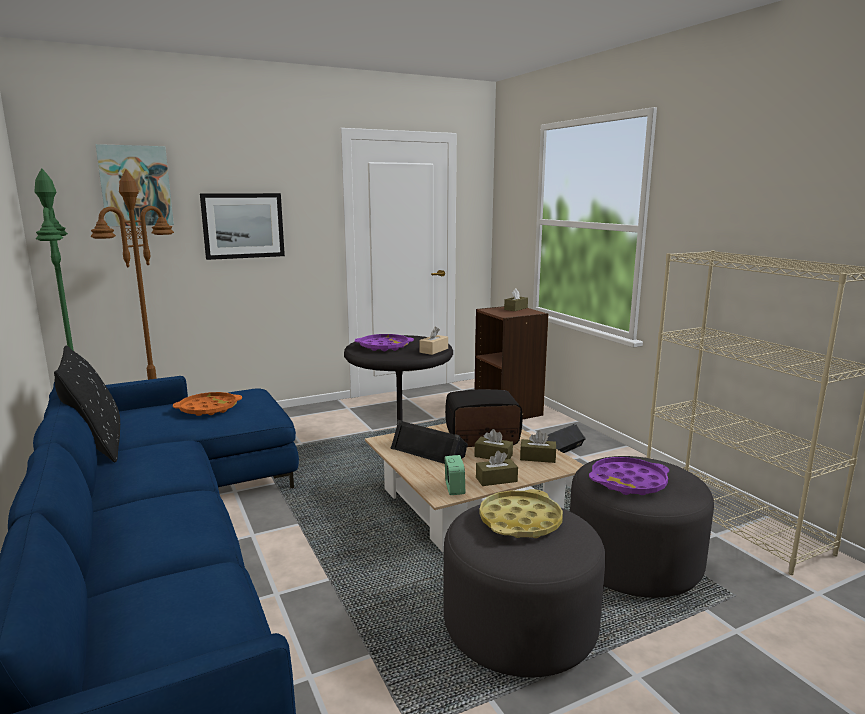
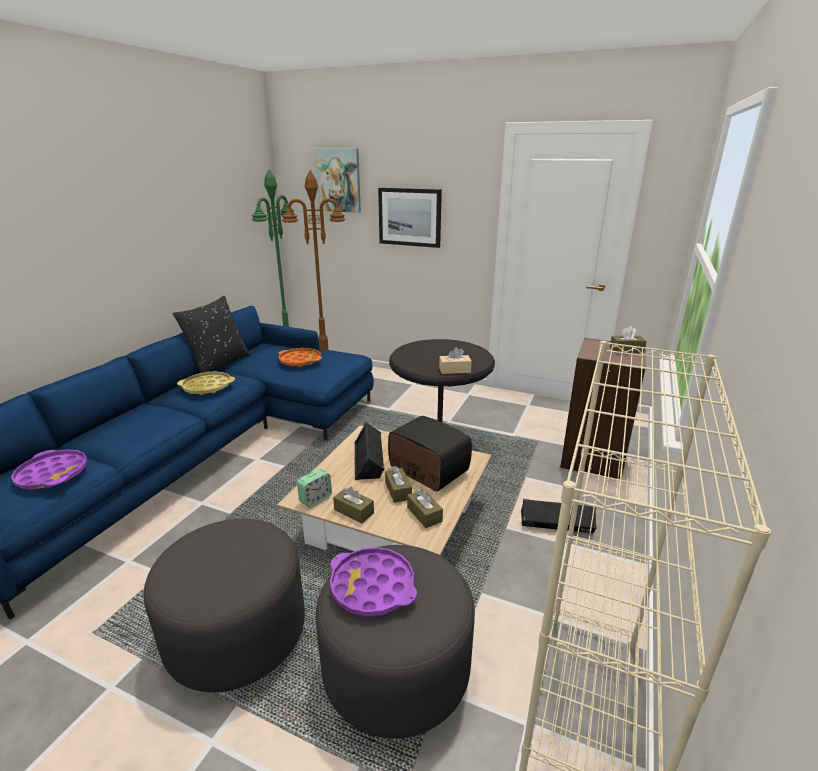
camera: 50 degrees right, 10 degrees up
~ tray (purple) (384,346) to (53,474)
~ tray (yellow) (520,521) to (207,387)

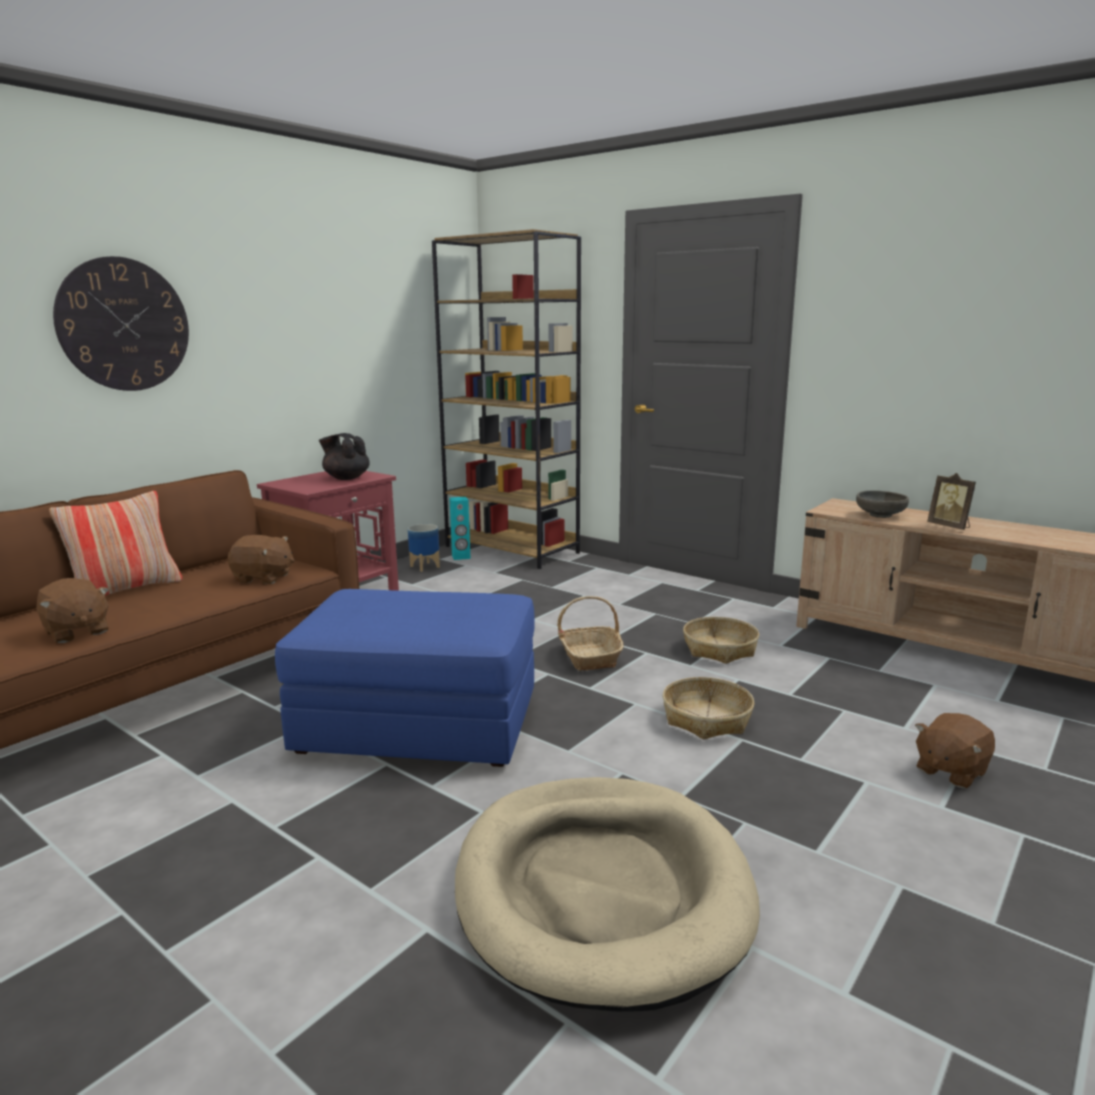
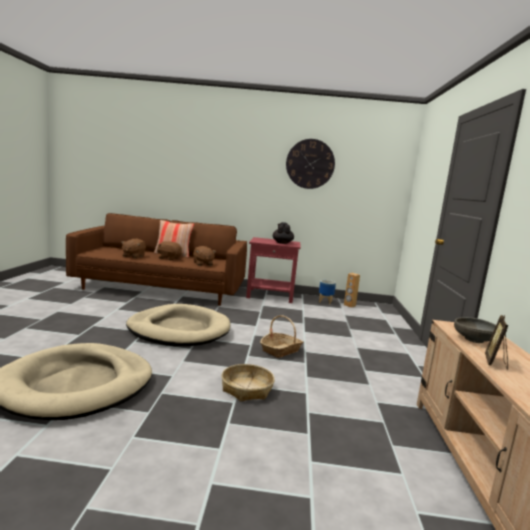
camera: 55 degrees right, 5 degrees down
- bookcase (brown) (512,549)
~ wall clock (124,325) to (310,164)
~ speaker (turquoise) (461,557) to speaker (brown) (349,305)
~ ottoman (blue) (417,723) to dog bed (beige) (179,330)
- basket (720,649)
~ plush toy (brown) (950,771) to (169,258)

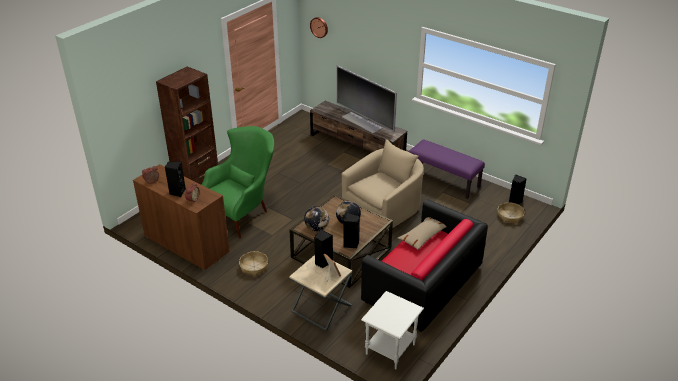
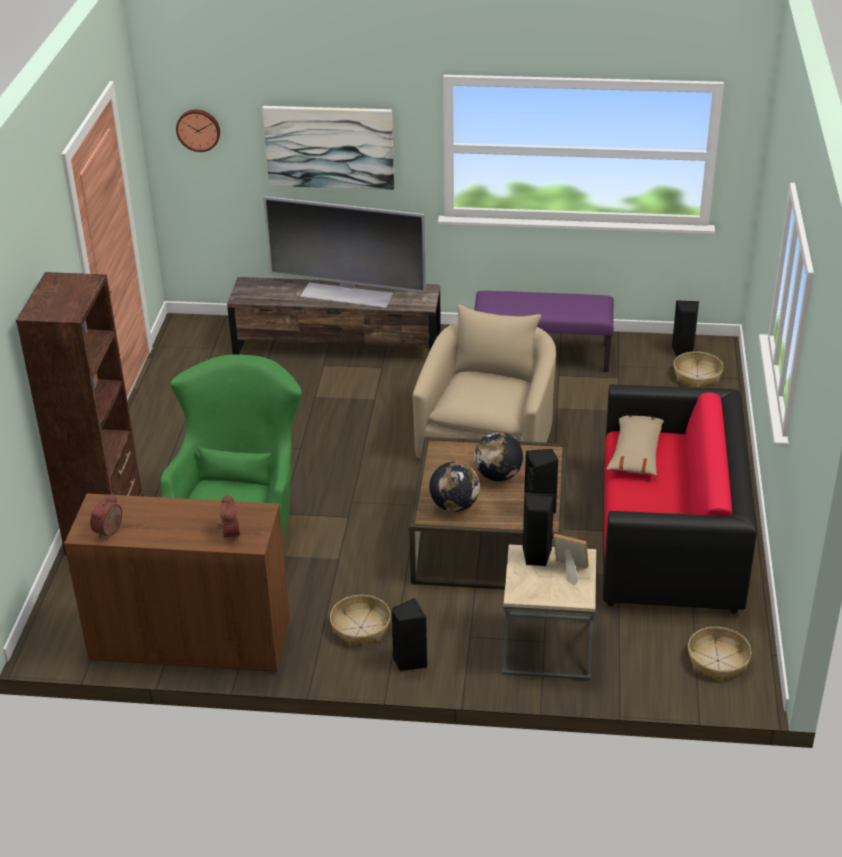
camera: 30 degrees left, 0 degrees up
~ speaker (black) (177,192) to (409,661)
~ side table (white) (390,349) to basket (717,660)
+ picture (329,147)

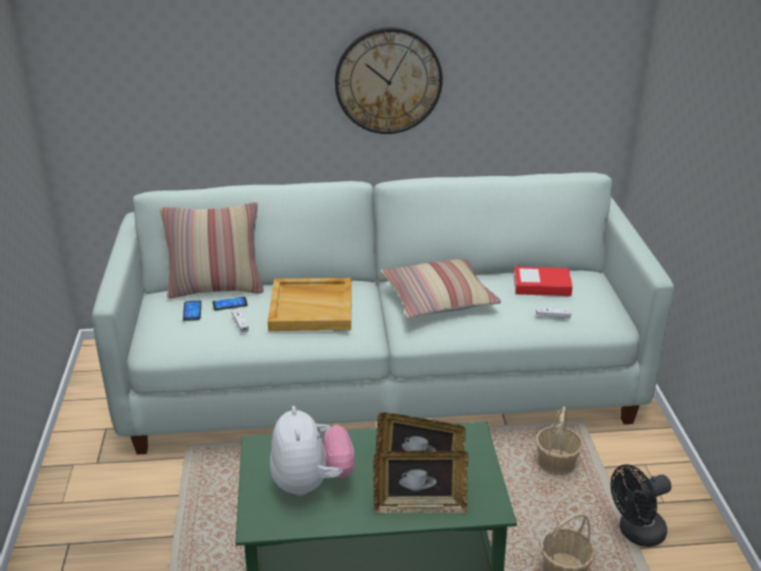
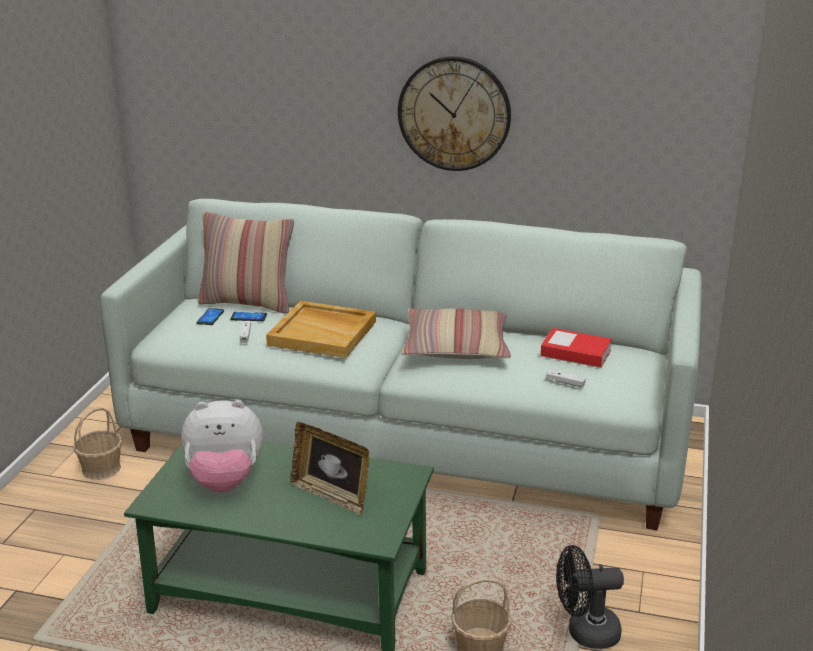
camera: 20 degrees right, 5 degrees down
~ plush toy (311,483) = (224,481) 75 degrees clockwise
~ basket (556,464) to (101,468)
- picture frame (419,506)

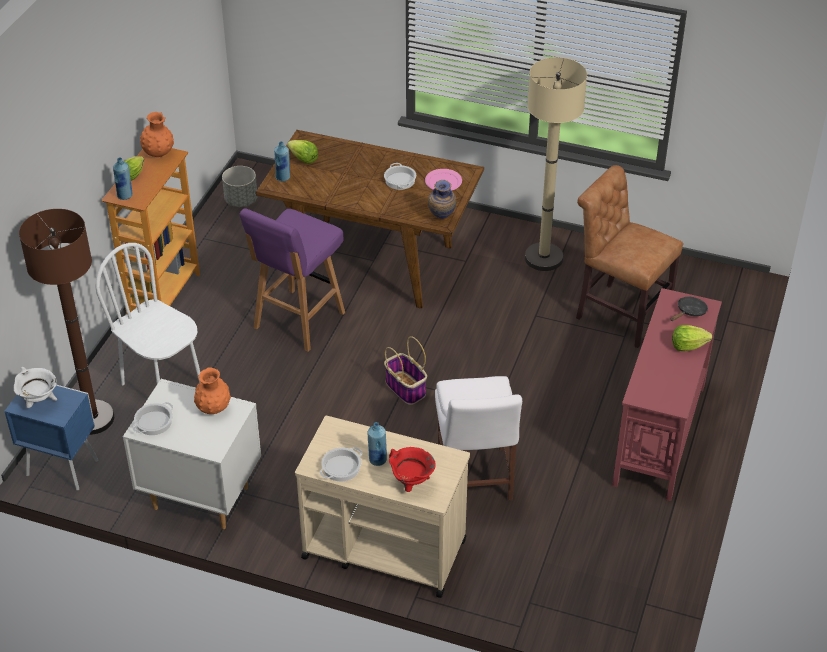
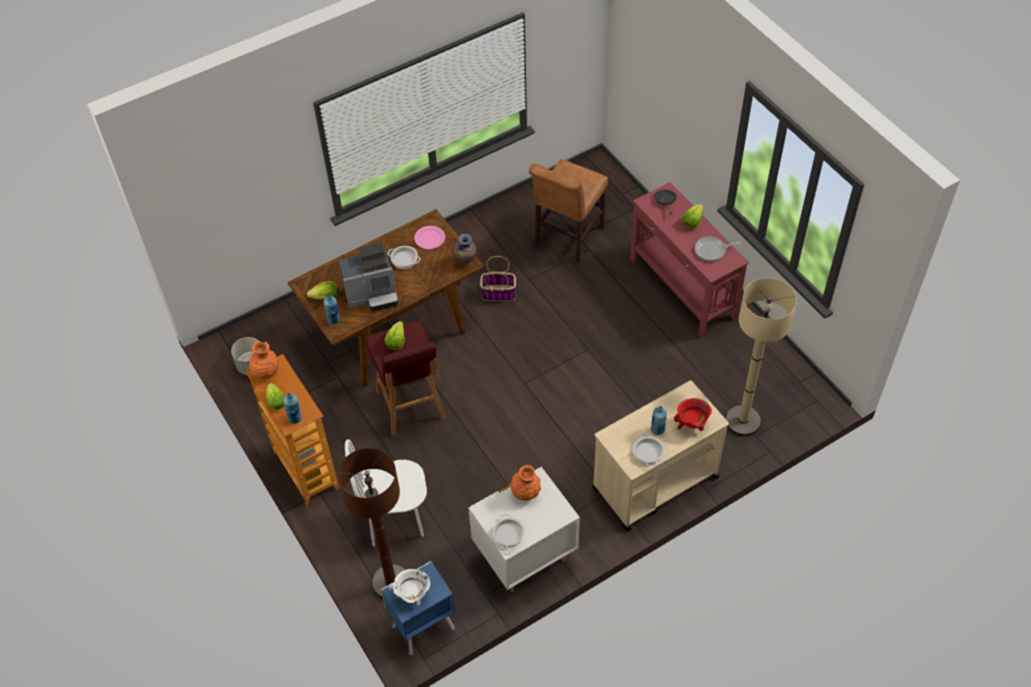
camera: 50 degrees left, 10 degrees up
~ floor lamp (beige) (543,258) to (742,421)
~ chair (brown) (618,313) = (567,238) 45 degrees counterclockwise
~ stool (purple) (297,321) to stool (red) (411,407)
~ basket (406,388) to (499,293)
- chair (white) (474,479)
+ frying pan (712,250)
+ coffee machine (373,295)
+ lettuce (396,341)

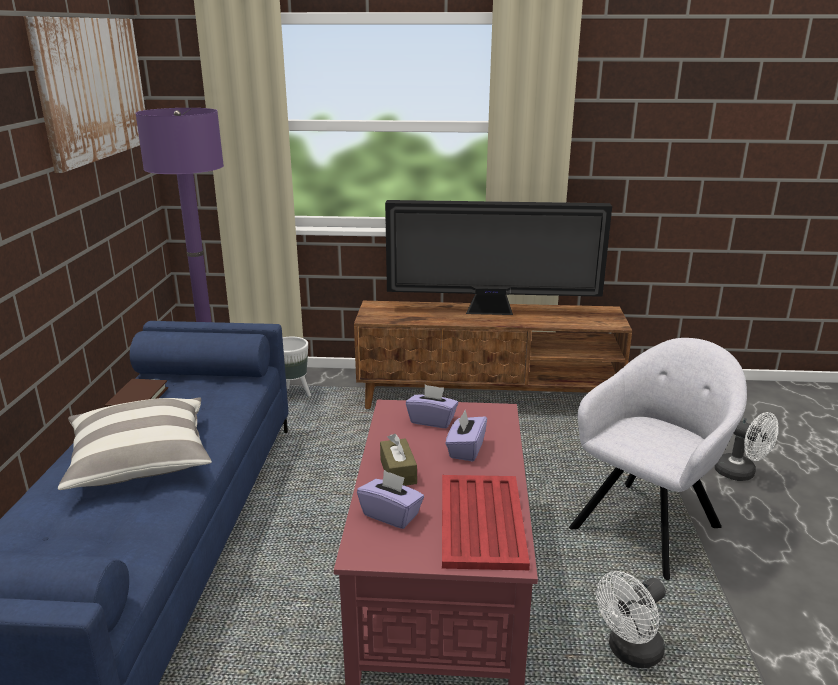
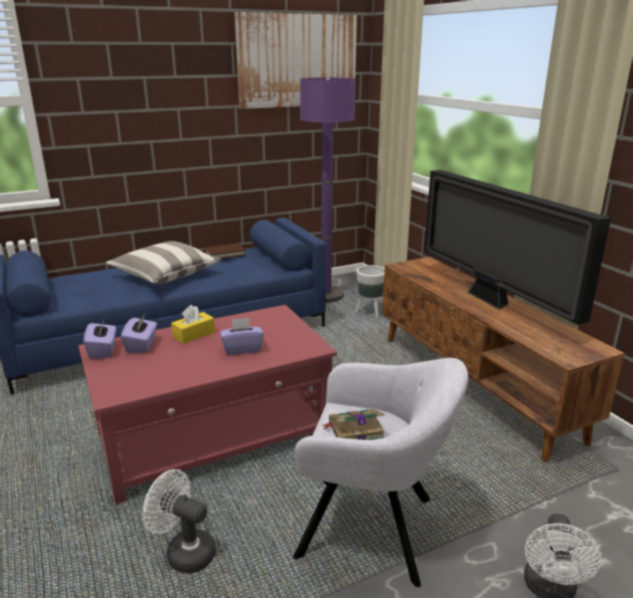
camera: 60 degrees right, 0 degrees up
~ tissue box (purple) (432,420) to (103,350)
~ tissue box (brown) (398,471) to tissue box (yellow) (194,334)
- tray (red) (481,522)
+ book (354,430)

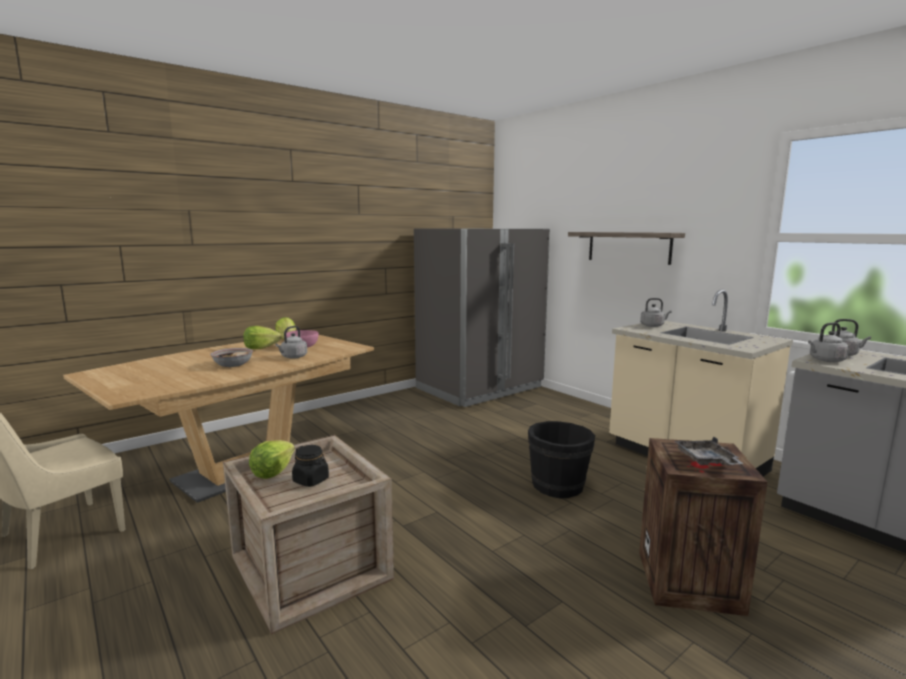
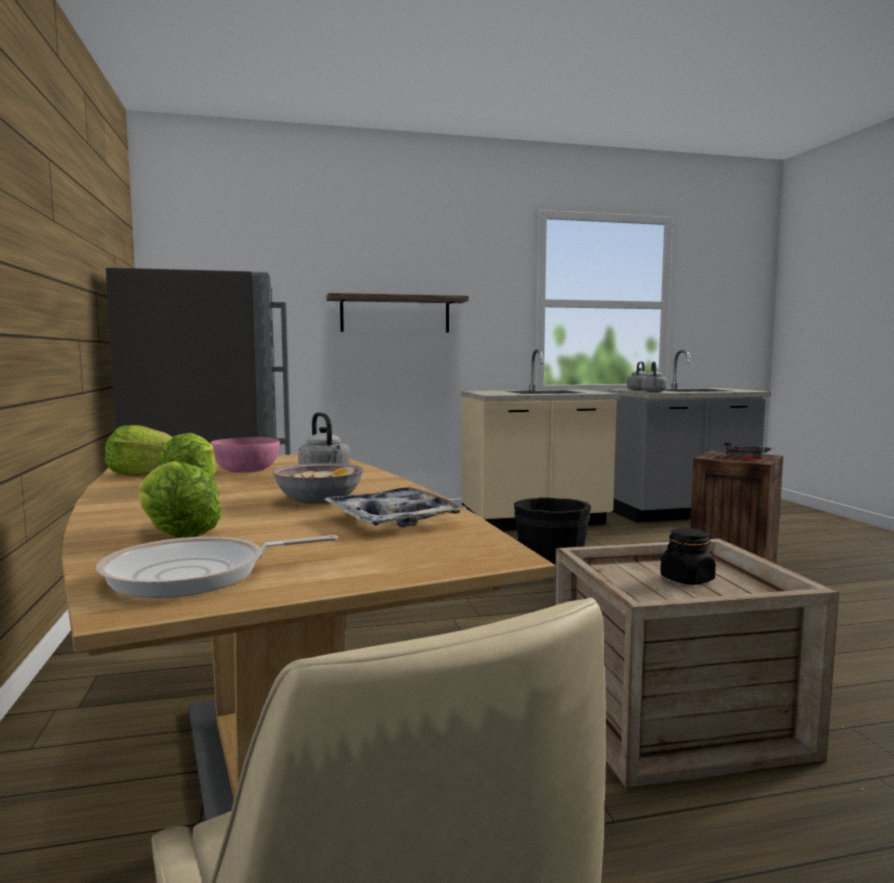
camera: 65 degrees left, 5 degrees down
- kettle (grey) (653,325)
~ lettuce (273,472) to (175,533)
+ tray (393,520)
+ frying pan (195,575)

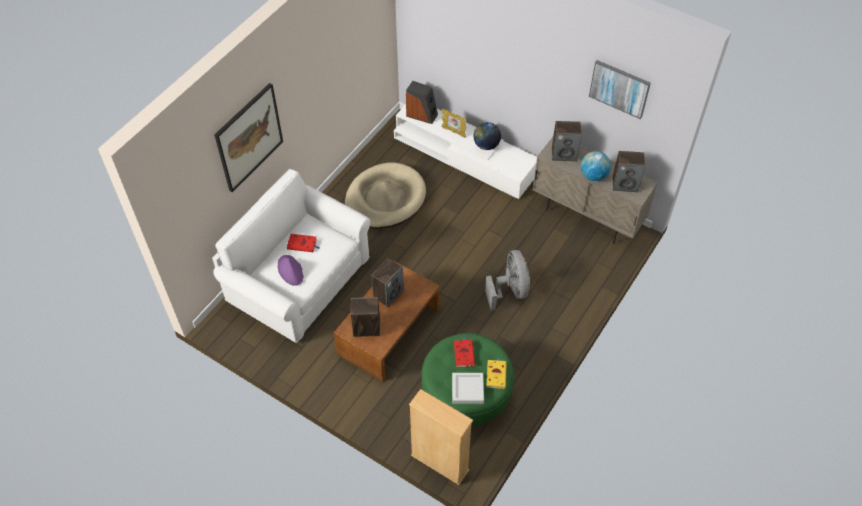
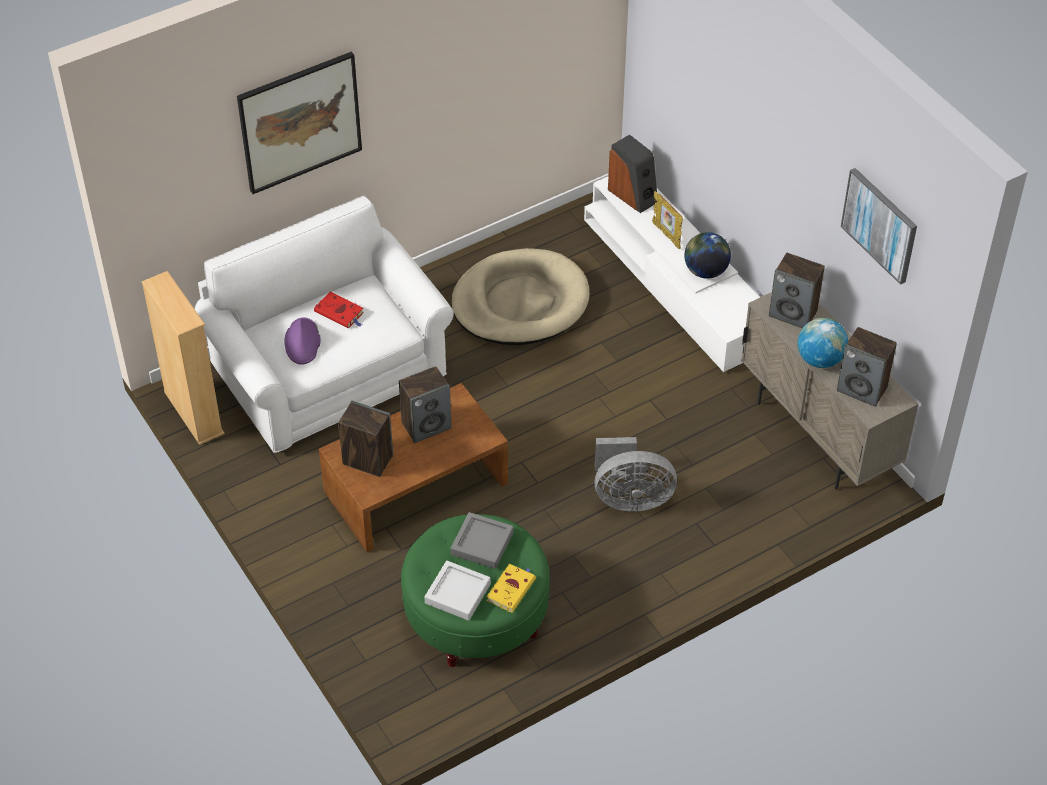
camera: 25 degrees right, 5 degrees down
~ fan (grey) (510,290) = (630,498) 75 degrees clockwise
~ book (red) (463,353) to tray (grey) (482,544)
~ bookcase (beige) (439,463) to (193,413)

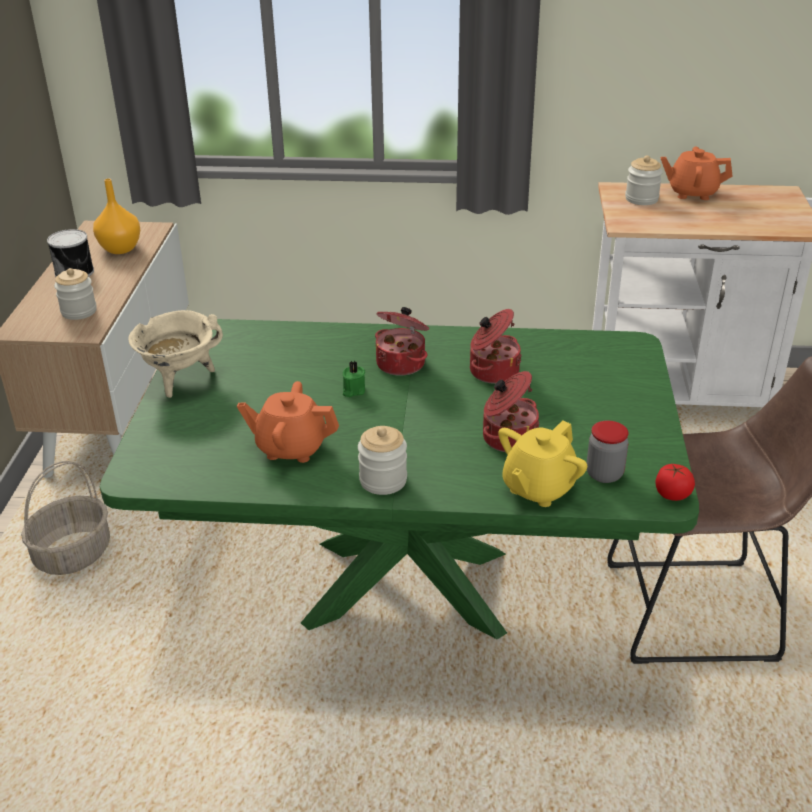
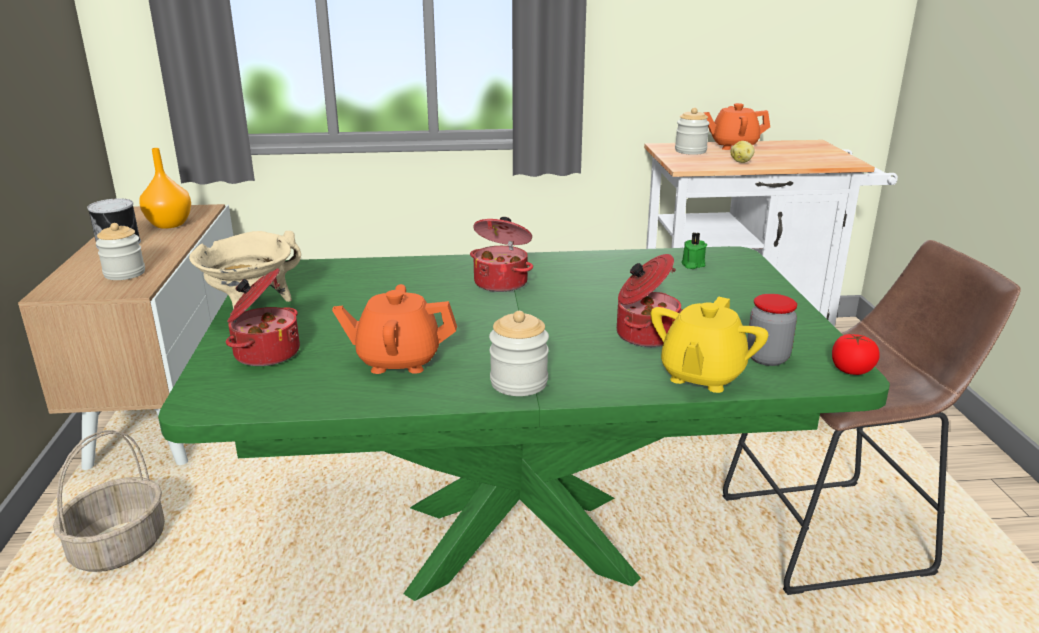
camera: 10 degrees left, 10 degrees down
~ cooking pot (492,371) to (265,352)
~ candle (green) (353,390) to (692,264)
+ potato (741,161)

